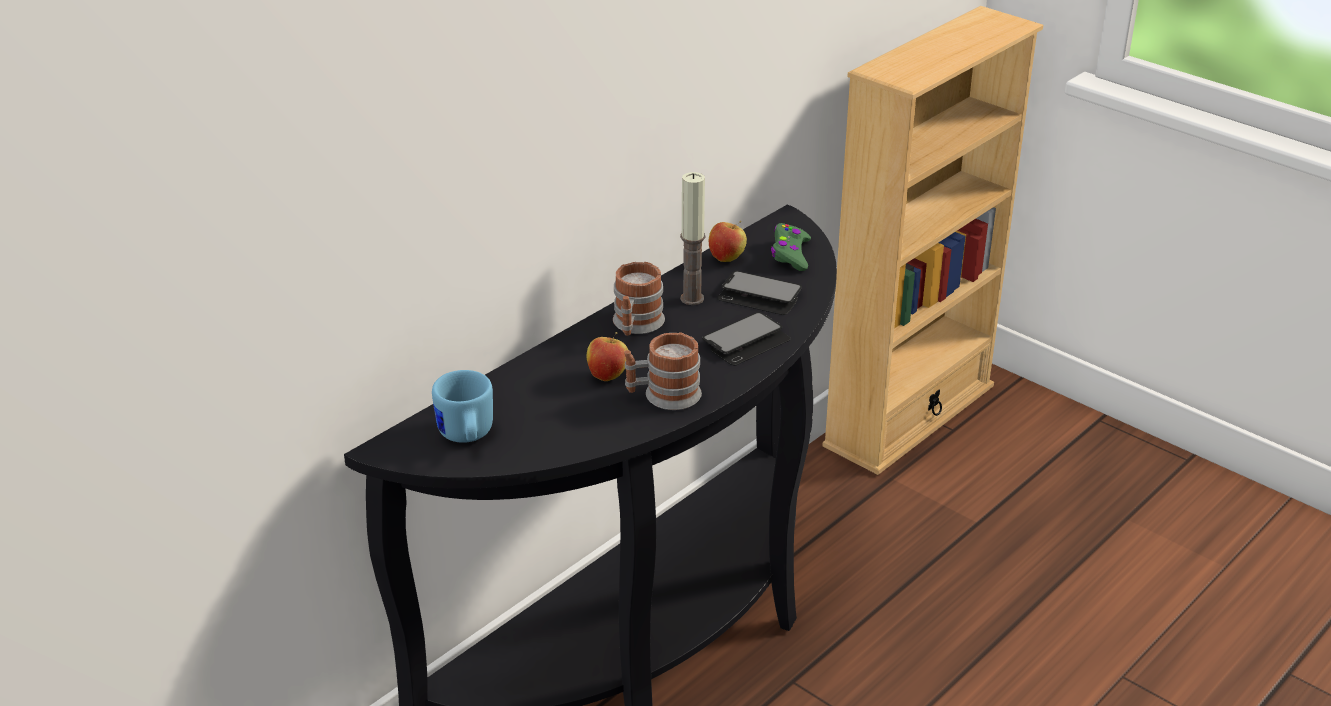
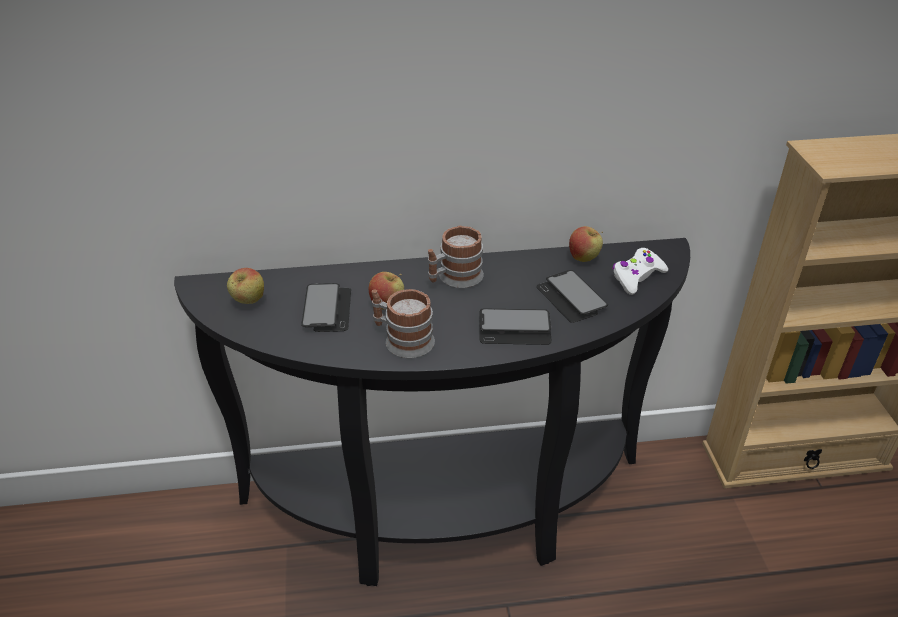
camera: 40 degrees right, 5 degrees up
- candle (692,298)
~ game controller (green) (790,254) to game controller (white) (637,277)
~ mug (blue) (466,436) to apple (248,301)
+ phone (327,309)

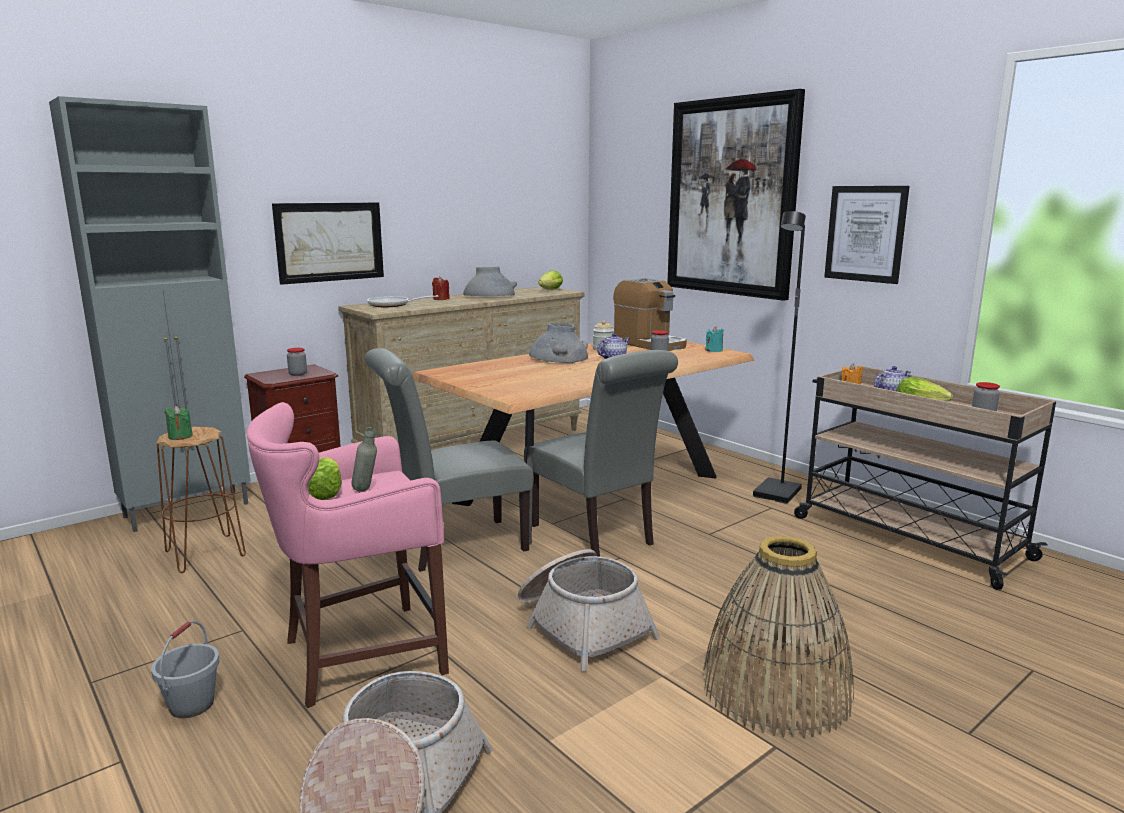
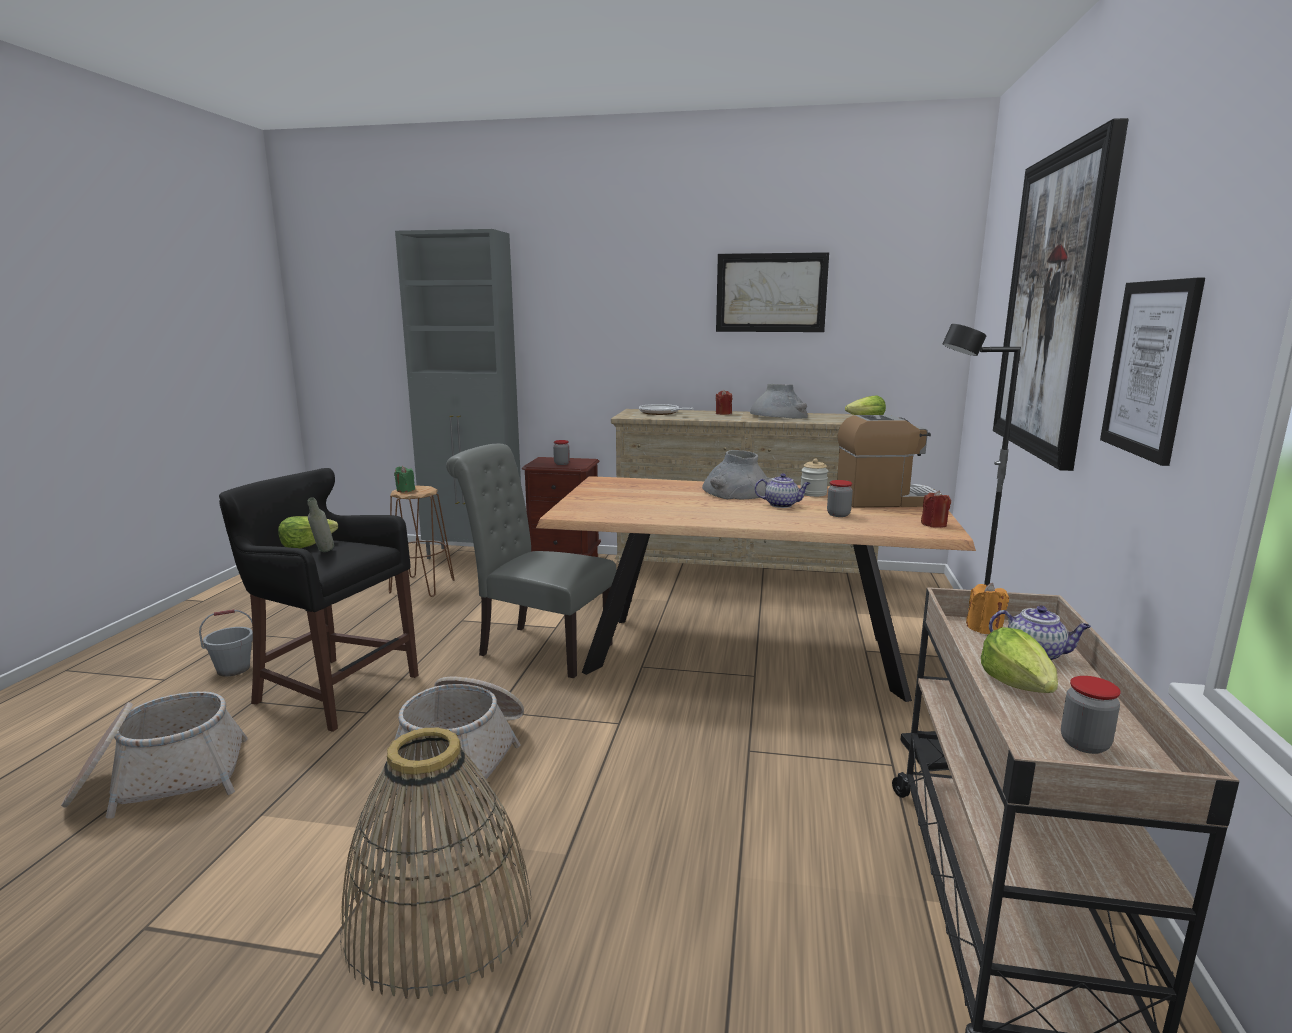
camera: 50 degrees right, 0 degrees up
~ picture (329,242) to (771,293)
~ coffee machine (649,344) = (886,500) 105 degrees counterclockwise
~ candle (turquoise) (714,350) to candle (red) (934,524)
- chair (grey) (597,537)
~ stool (pink) (358,655) to stool (black) (332,689)

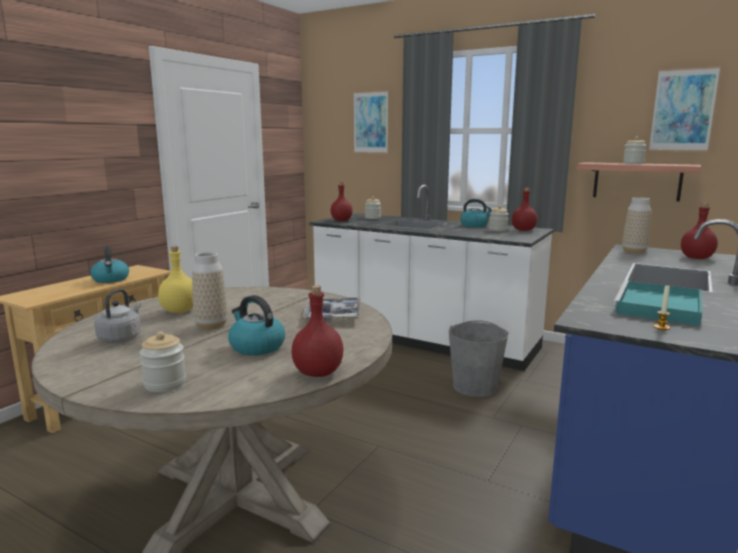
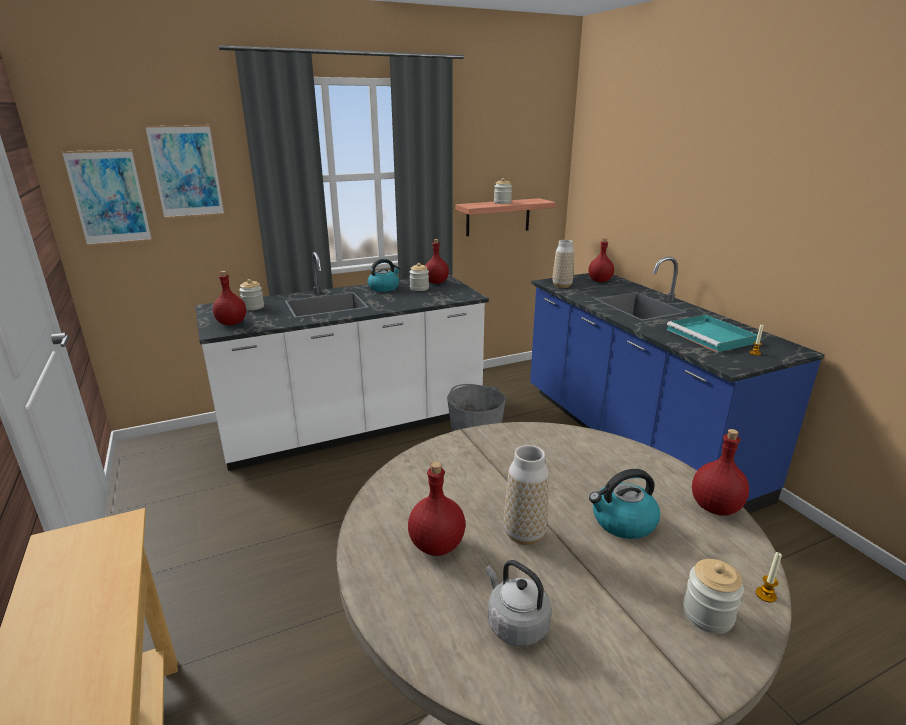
camera: 55 degrees left, 10 degrees up
~ picture (683,110) to (109,198)
- kettle (111,279)
~ bottle (yellow) (180,311) to bottle (red) (437,545)
- tray (333,315)
+ candle (765,595)

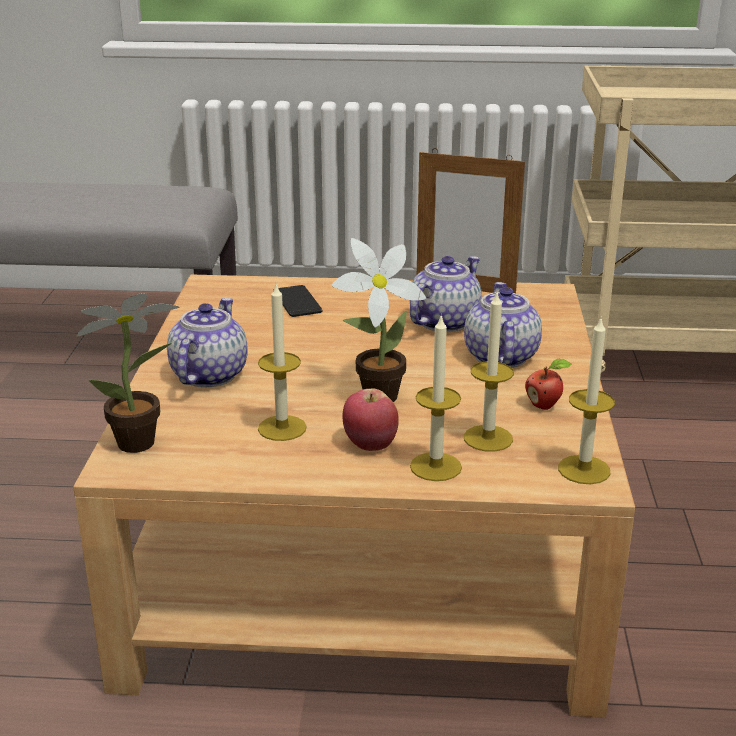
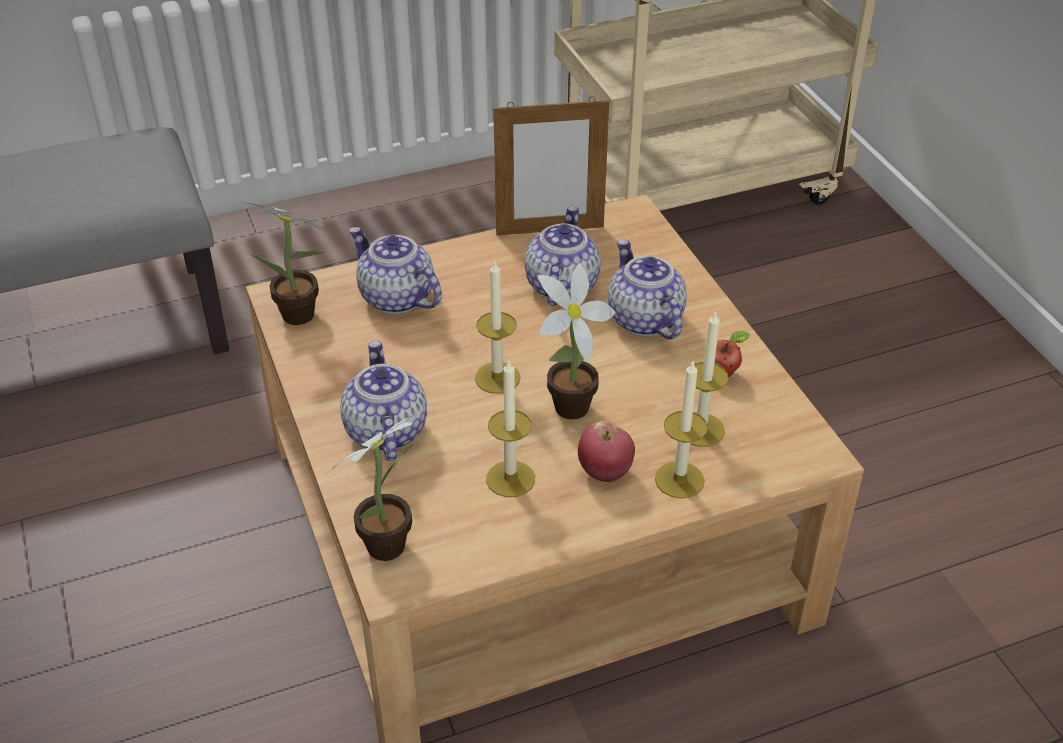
camera: 25 degrees left, 15 degrees up
~ phone (297,302) to teapot (395,298)
~ candle (584,469) to (497,378)
+ potted plant (302,317)

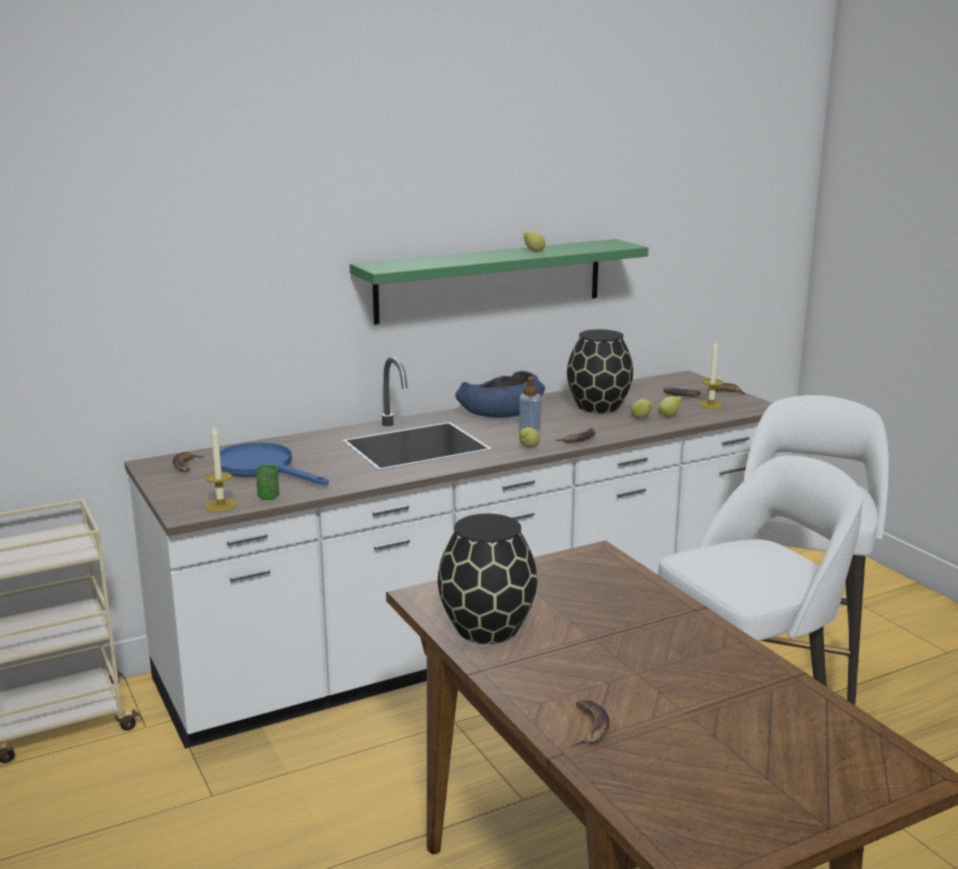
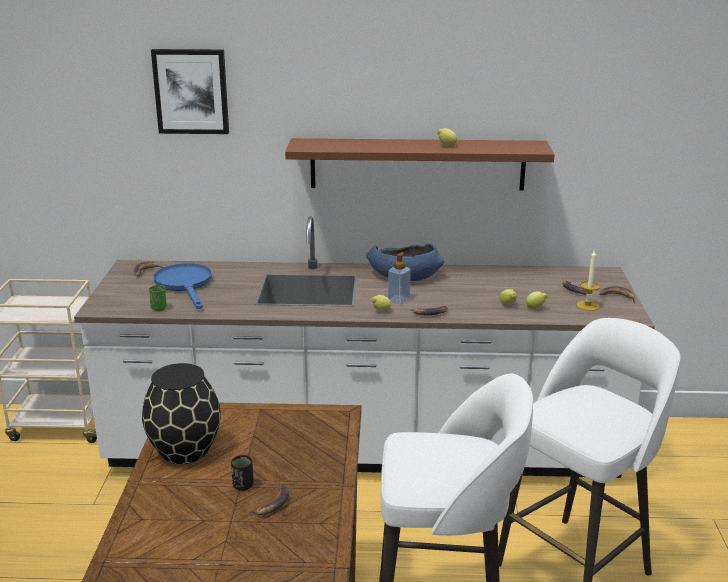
camera: 30 degrees right, 5 degrees up
~ shelf (green) (490,280) to shelf (brown) (417,164)
- vase (black) (598,407)
- candle (220,505)
~ banana (588,727) to (272,504)
+ picture (191,91)
+ cup (black) (243,486)

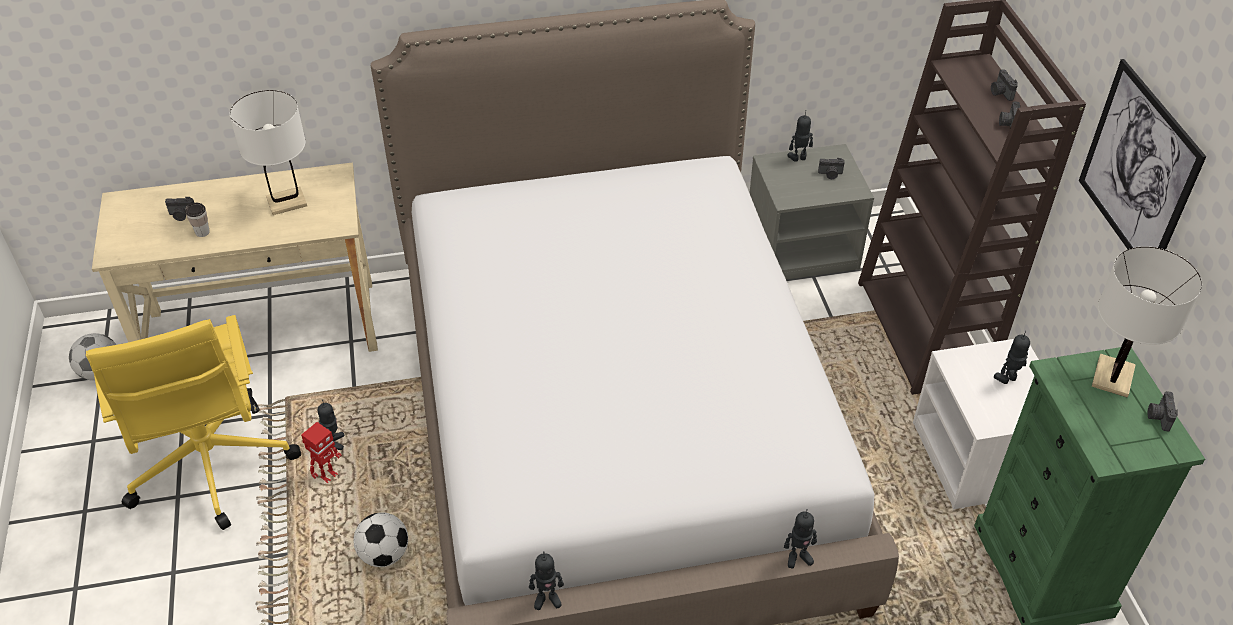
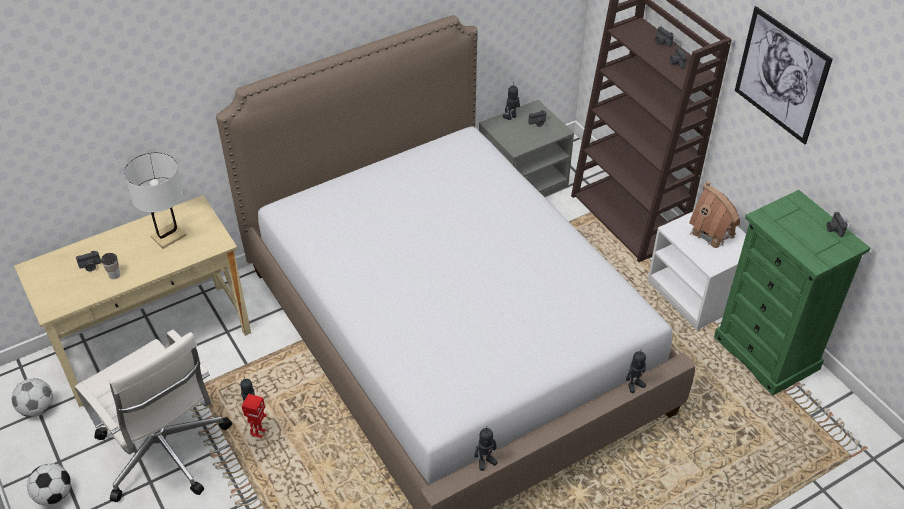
camera: 20 degrees left, 0 degrees up
- table lamp (white) (1113,377)
~ office chair (yellow) (211,466) to office chair (white) (165,453)
~ toy robot (1008,379) to toy house (712,233)
~ football (384,554) to (54,495)

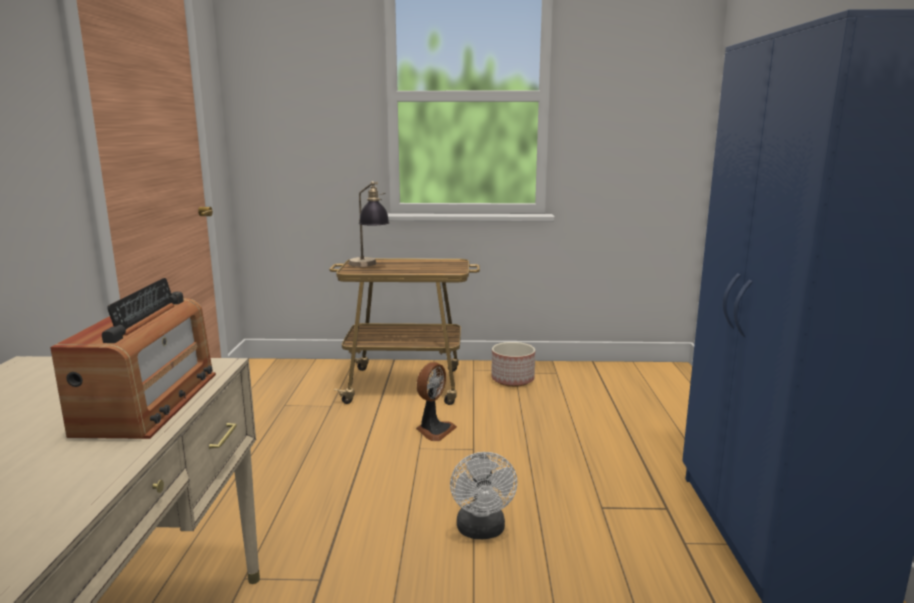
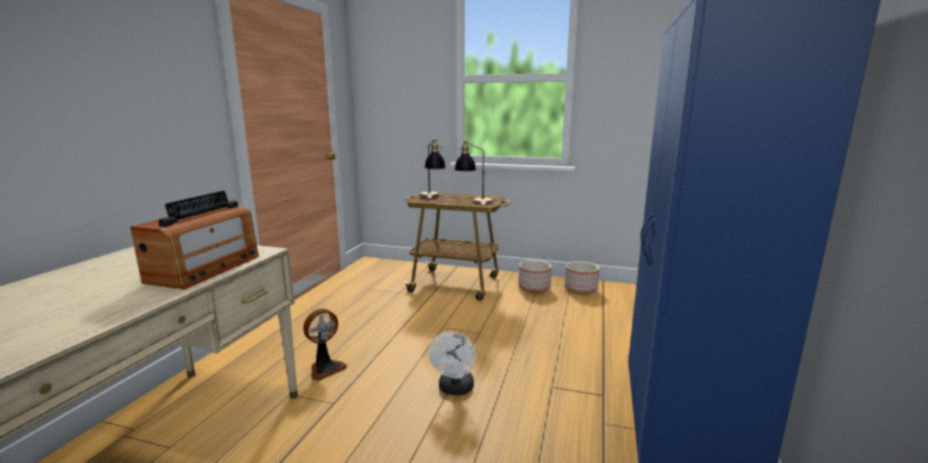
camera: 15 degrees right, 0 degrees up
~ fan (434,430) to (325,368)
+ table lamp (473,202)
+ planter (581,289)

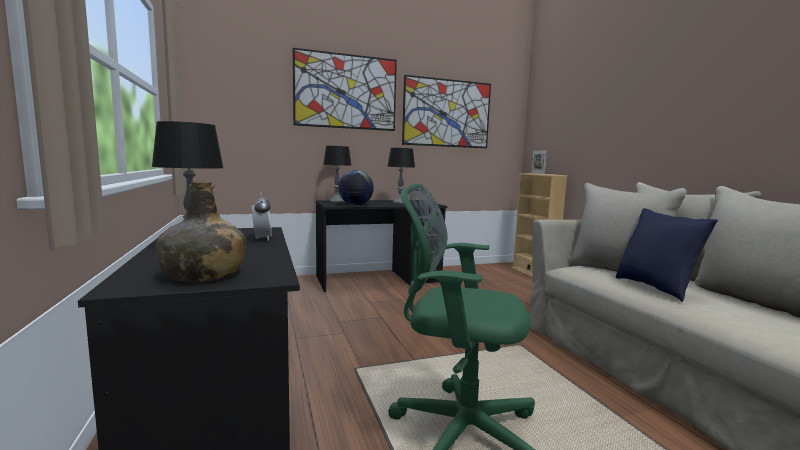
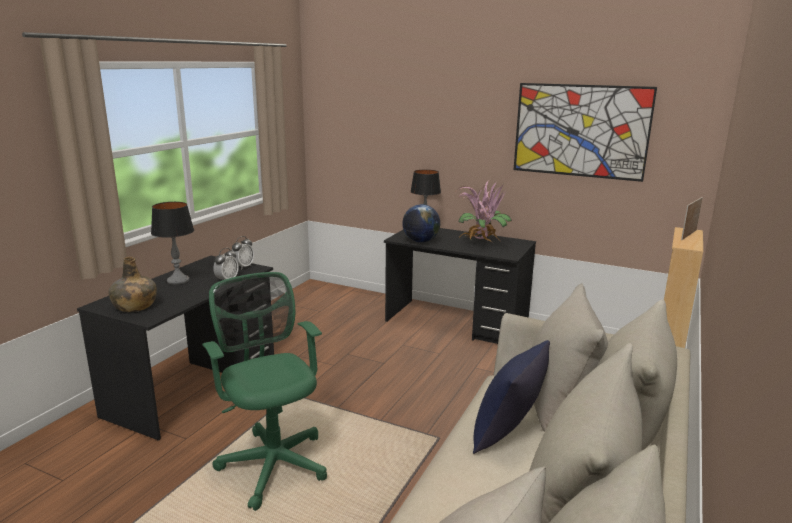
camera: 45 degrees right, 10 degrees up
- picture (346,91)
~ table lamp (400,203) to potted plant (481,244)
+ alarm clock (243,267)

